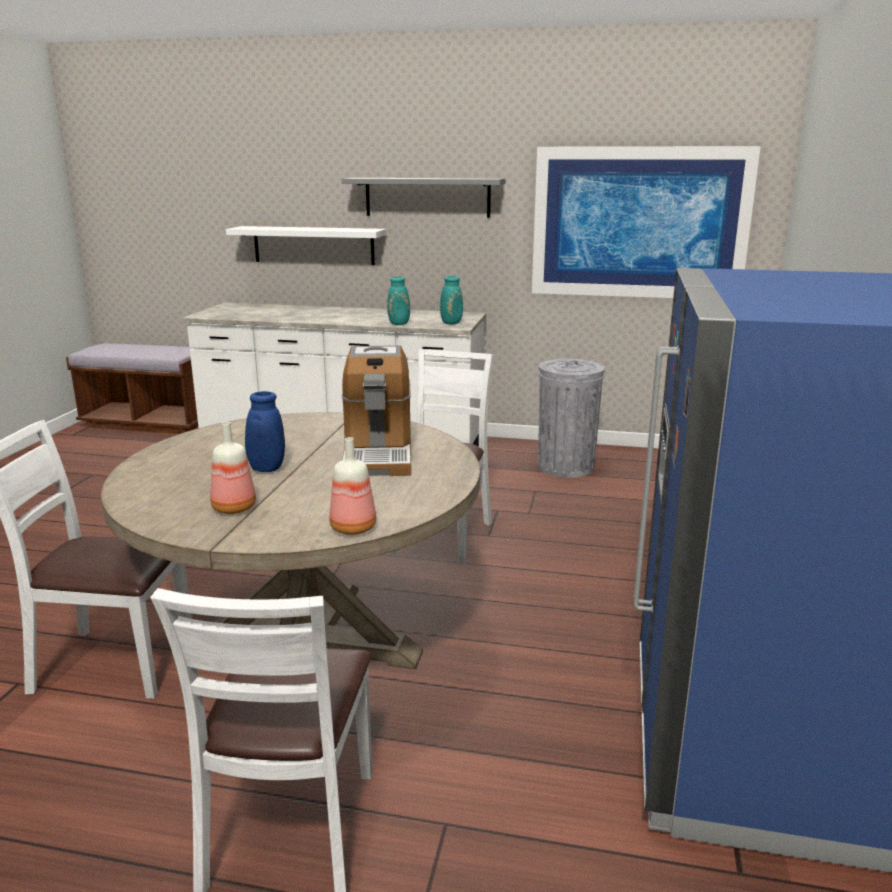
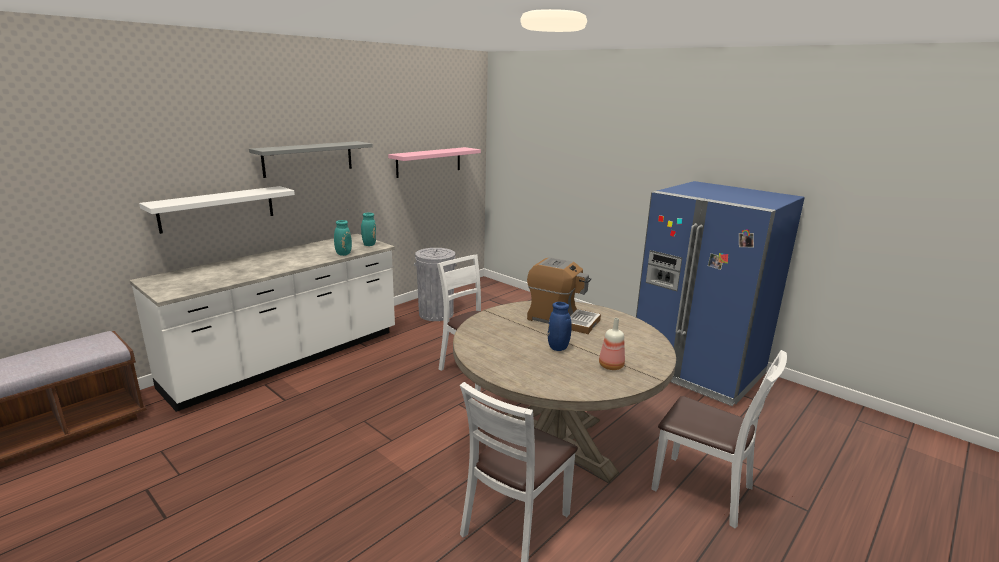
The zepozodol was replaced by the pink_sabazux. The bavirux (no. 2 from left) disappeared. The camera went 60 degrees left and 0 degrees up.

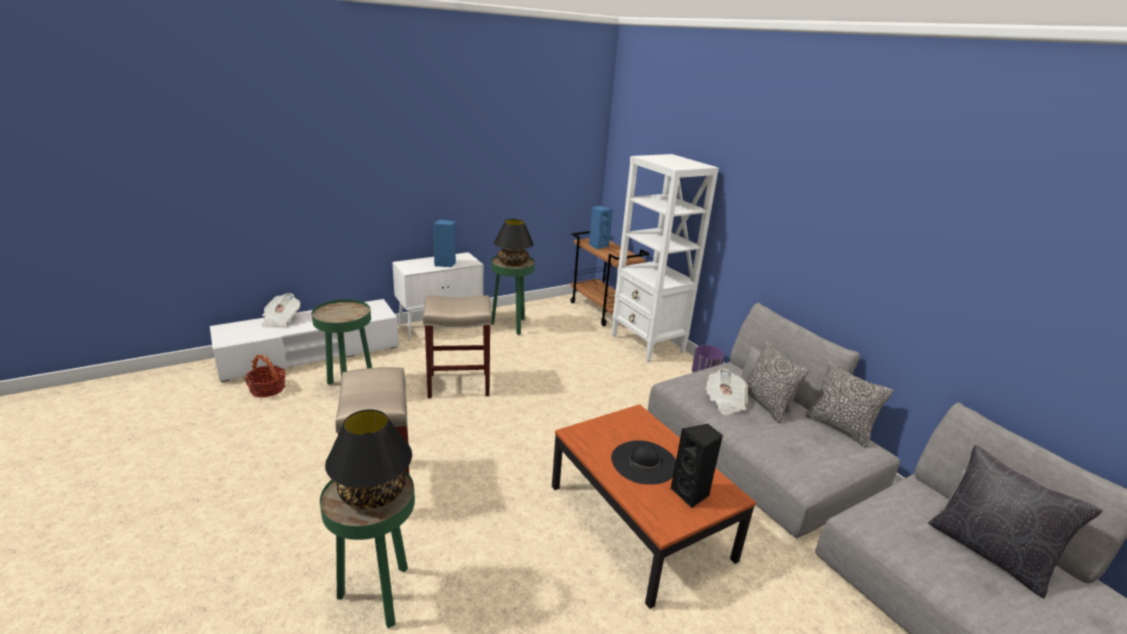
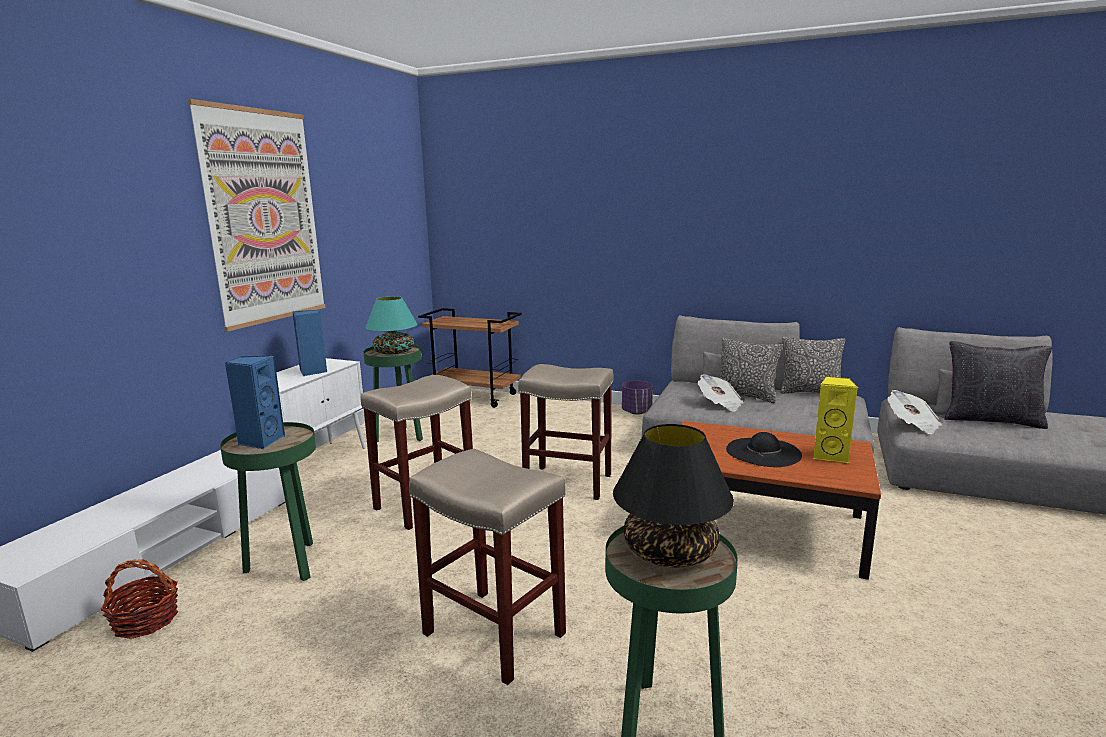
The zepozodol appeared. The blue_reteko (no. 2 from left in the first image) moved. The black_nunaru (no. 2 from left) became the turquoise_nunaru. The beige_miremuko (no. 3 from left) appeared. The black_reteko became the yellow_reteko. The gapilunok (no. 1 from left in the first image) moved. The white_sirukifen disappeared. The camera went 35 degrees left and 10 degrees down.

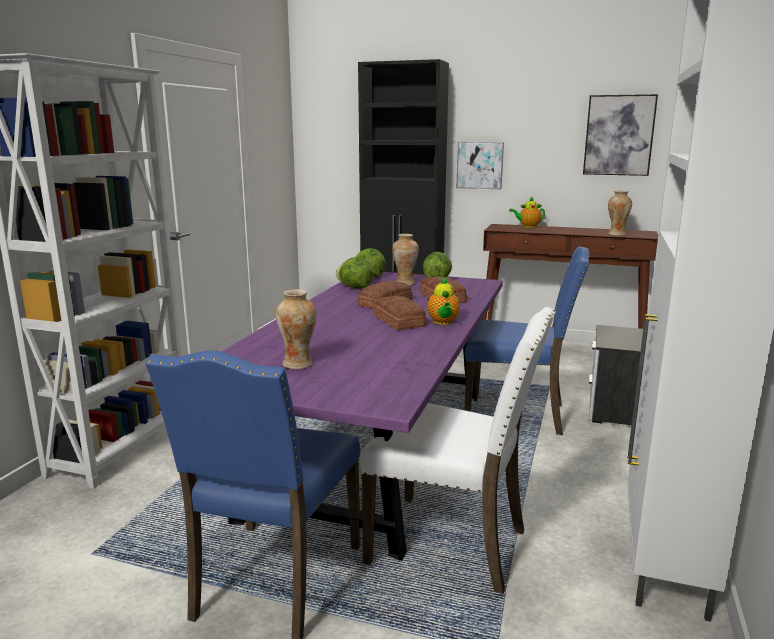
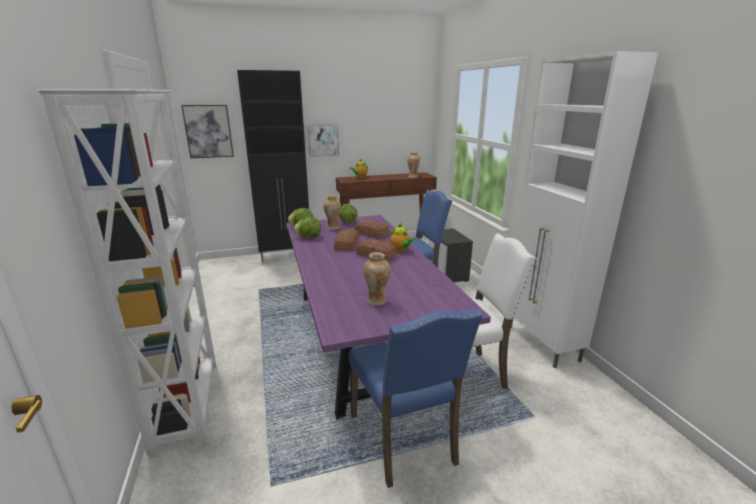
The zepozodol (no. 2 from left in the first image) moved. The camera went 35 degrees left and 5 degrees up.

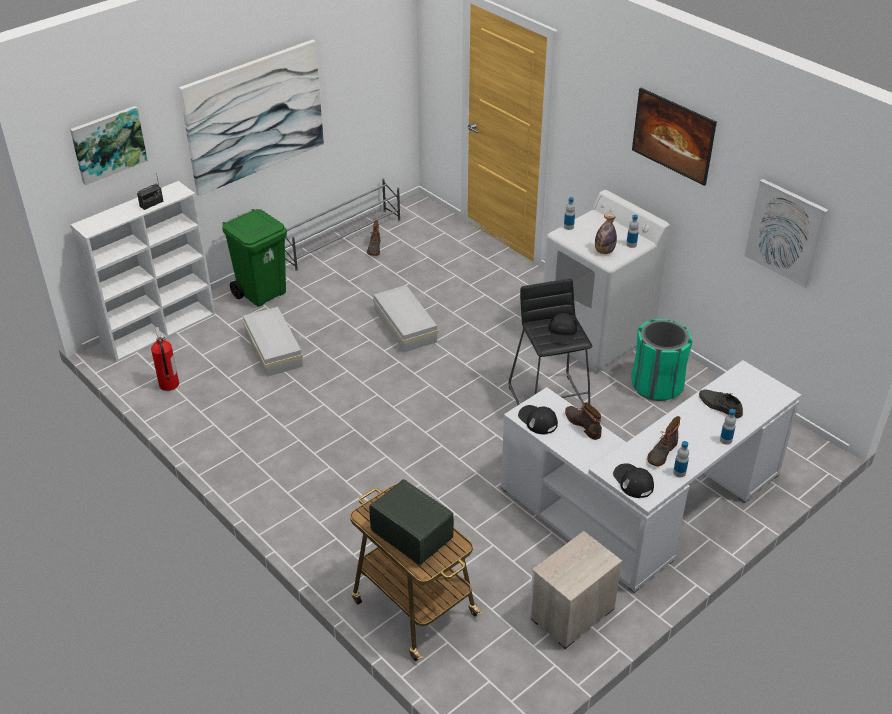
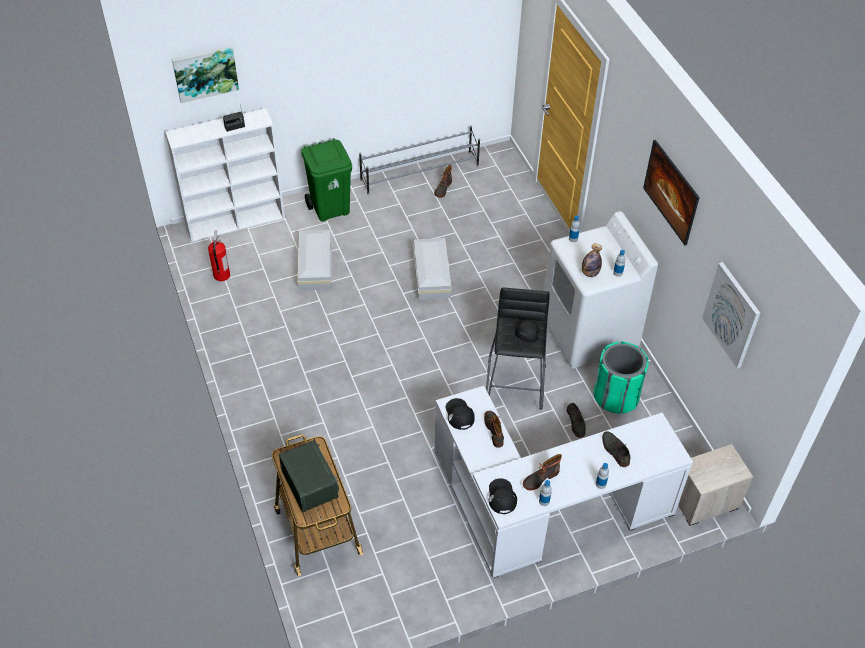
The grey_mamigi (no. 1 from left) appeared. The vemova moved. The zepozodol (no. 2 from left) disappeared. The camera went 20 degrees right and 10 degrees up.

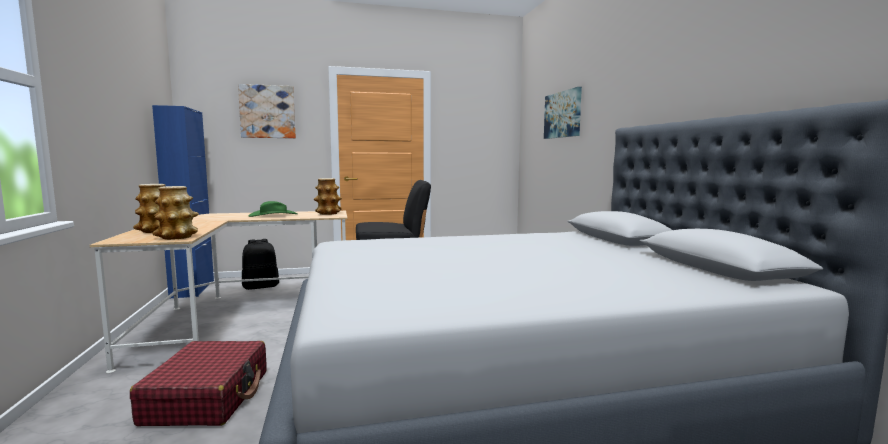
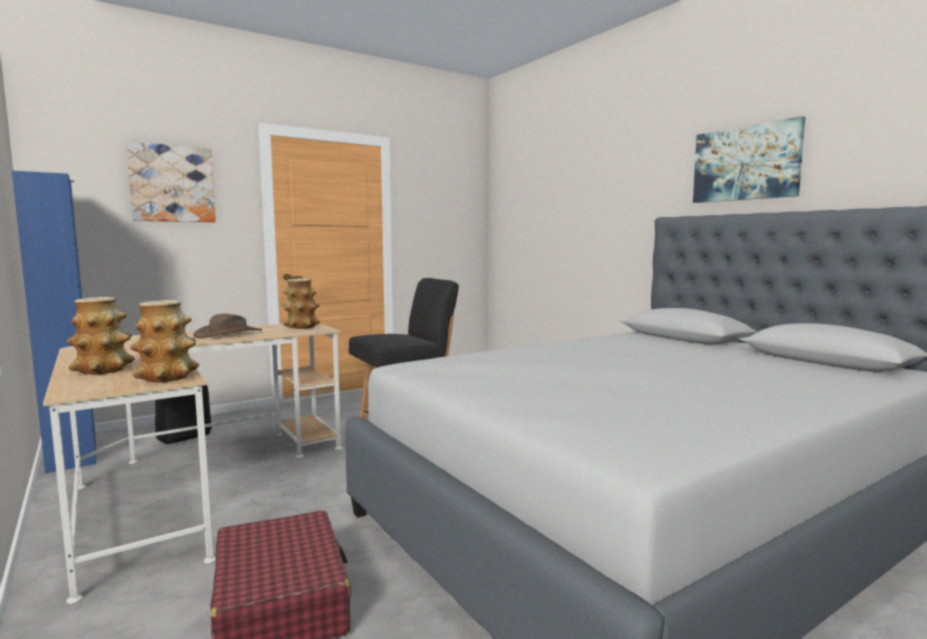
The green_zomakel became the brown_zomakel. The zepozodol (no. 2 from left) moved. The camera went 20 degrees left and 0 degrees up.

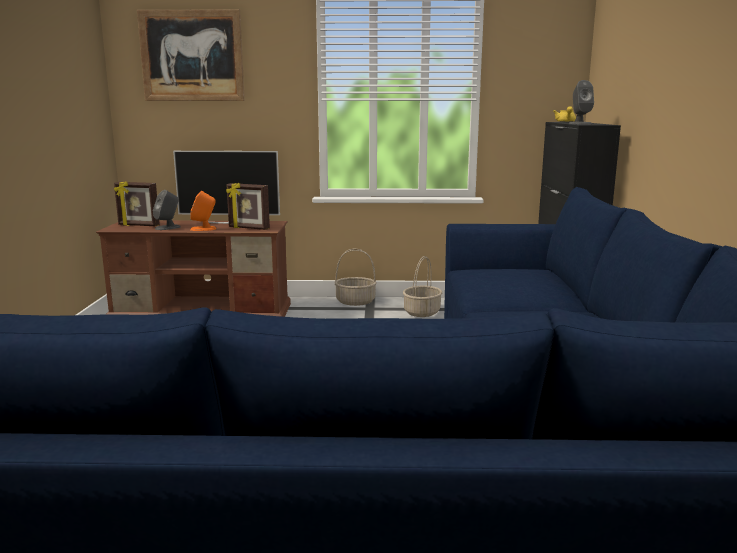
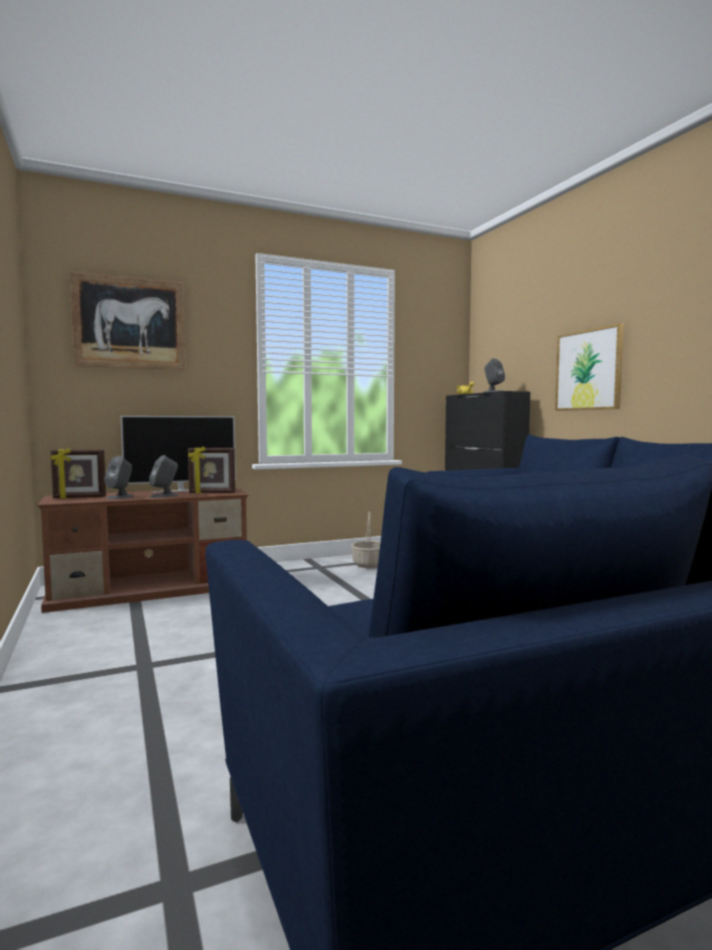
The orange_reteko became the grey_reteko (no. 2 from left). The zepozodol (no. 2 from left) appeared. The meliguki (no. 1 from left) disappeared. The camera went 25 degrees left and 10 degrees down.

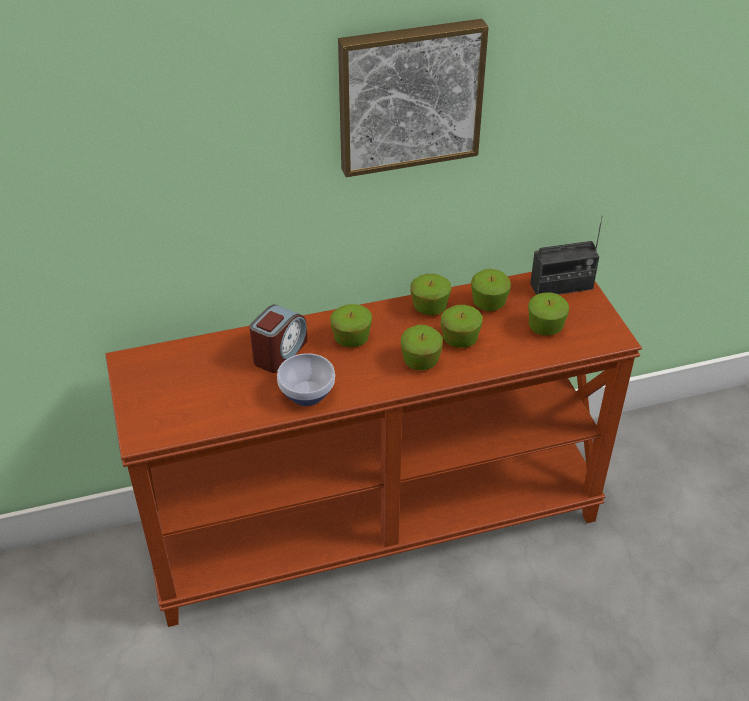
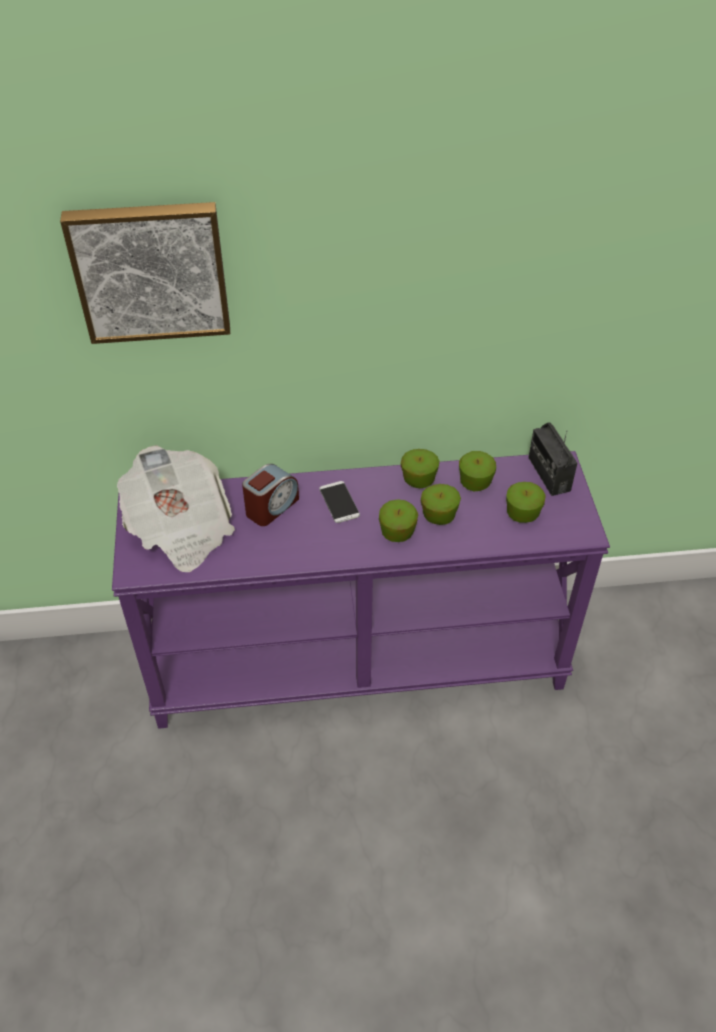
The zepozodol moved. The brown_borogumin became the purple_borogumin. The gapilunok appeared. The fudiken (no. 1 from left) was replaced by the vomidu. The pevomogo turned 75 degrees clockwise. The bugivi disappeared. The camera went 10 degrees right and 5 degrees up.

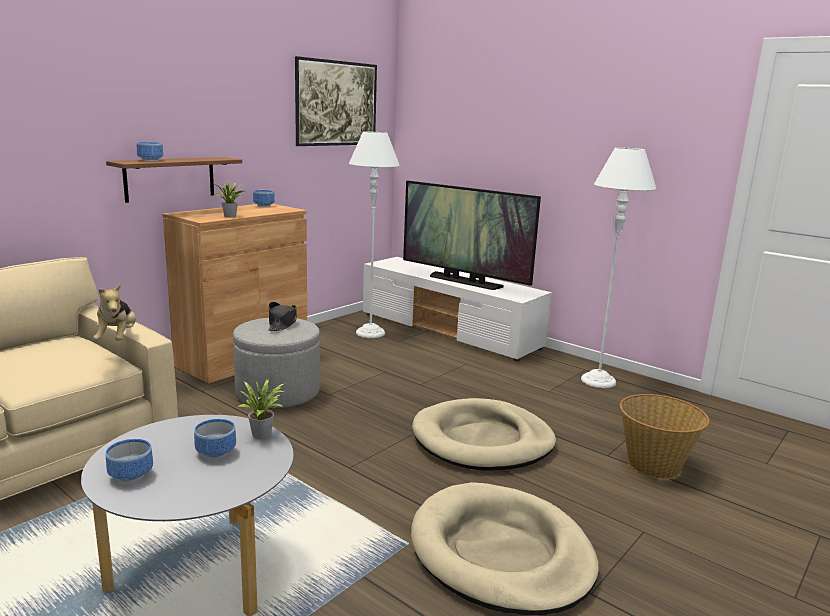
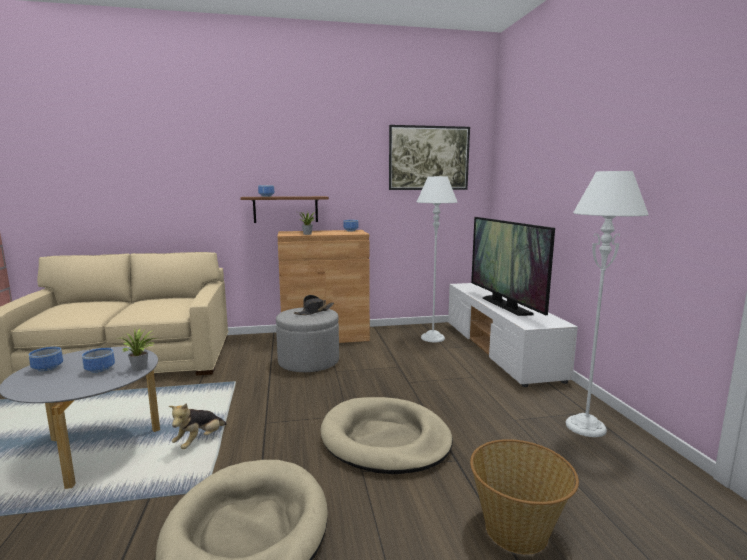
The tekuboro moved. The camera went 40 degrees right and 5 degrees down.

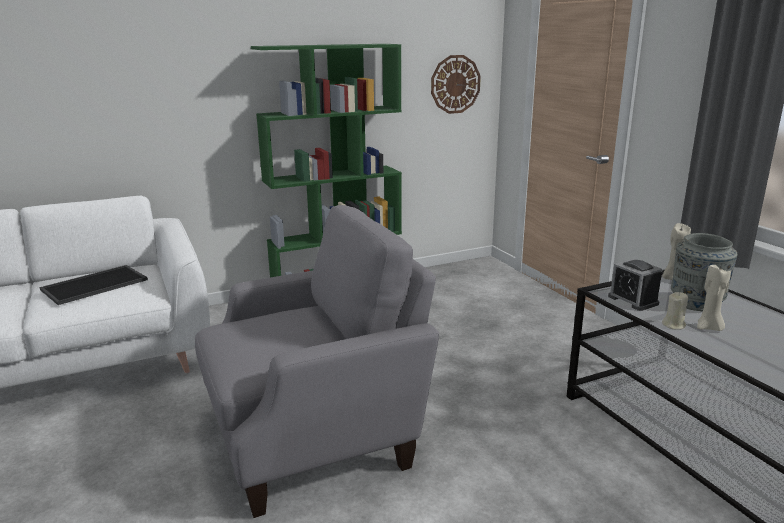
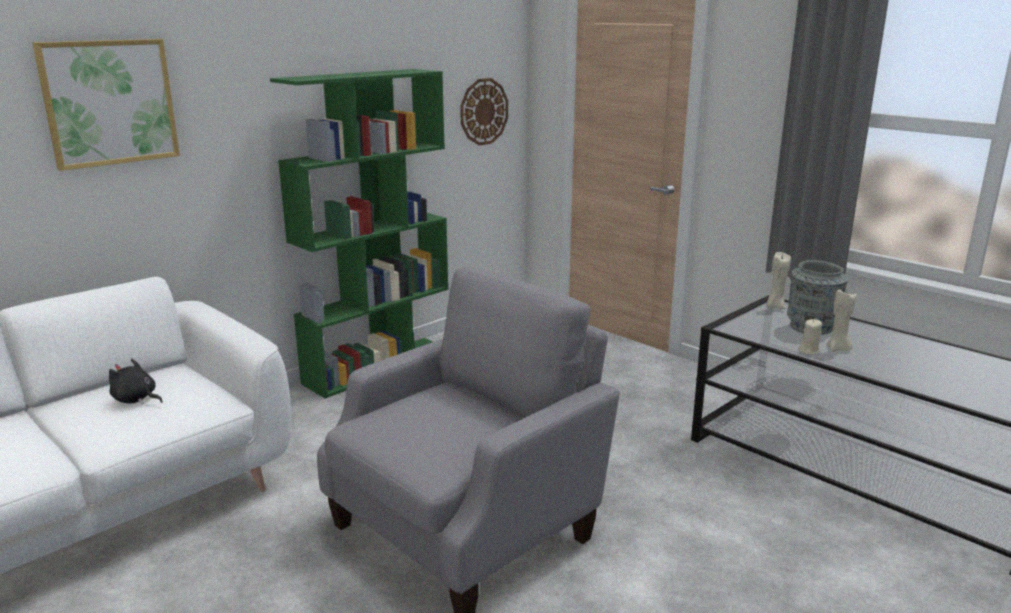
The zepozodol appeared. The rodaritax was replaced by the black_tekuboro. The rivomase disappeared. The camera went 20 degrees left and 0 degrees up.

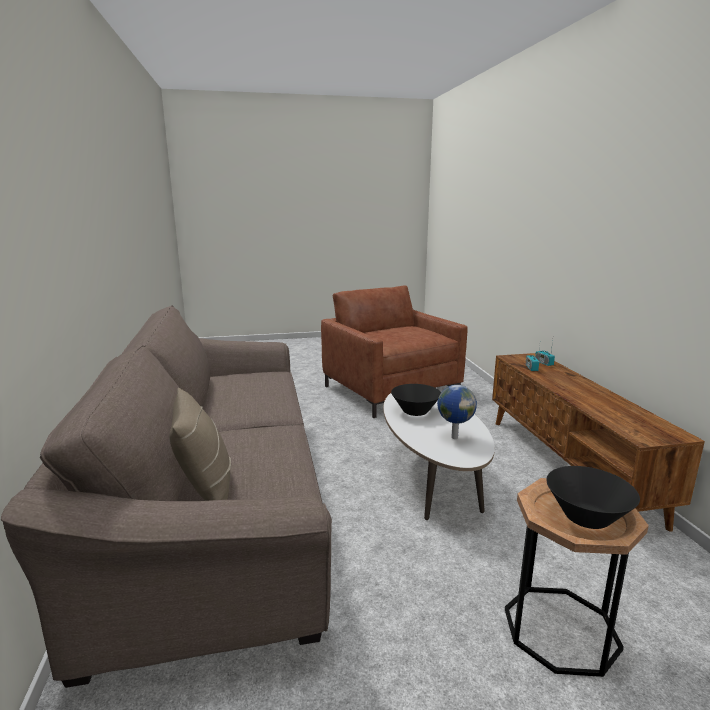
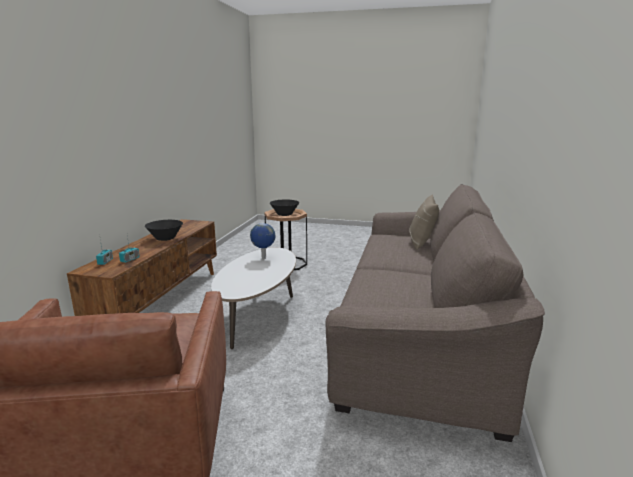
The black_bugivi (no. 1 from left) moved. The camera went 155 degrees left and 0 degrees up.

